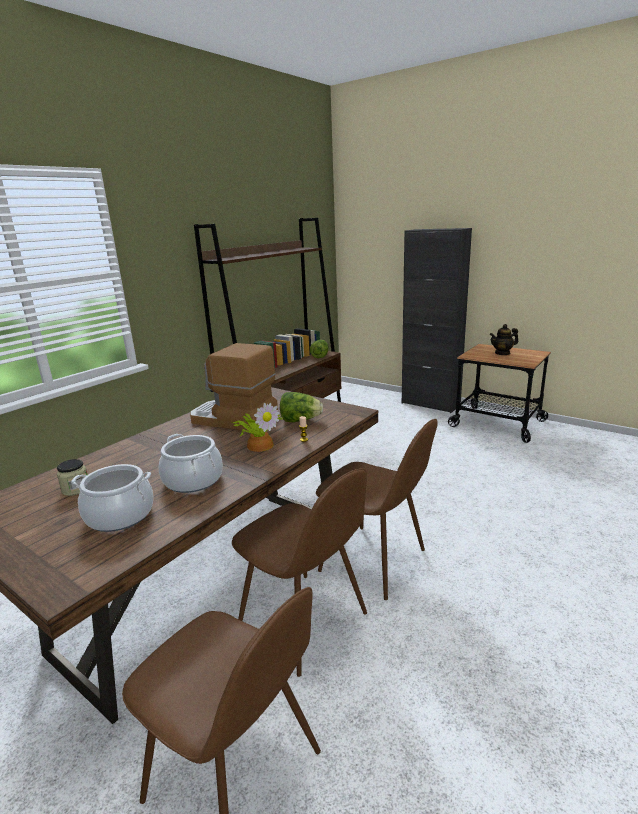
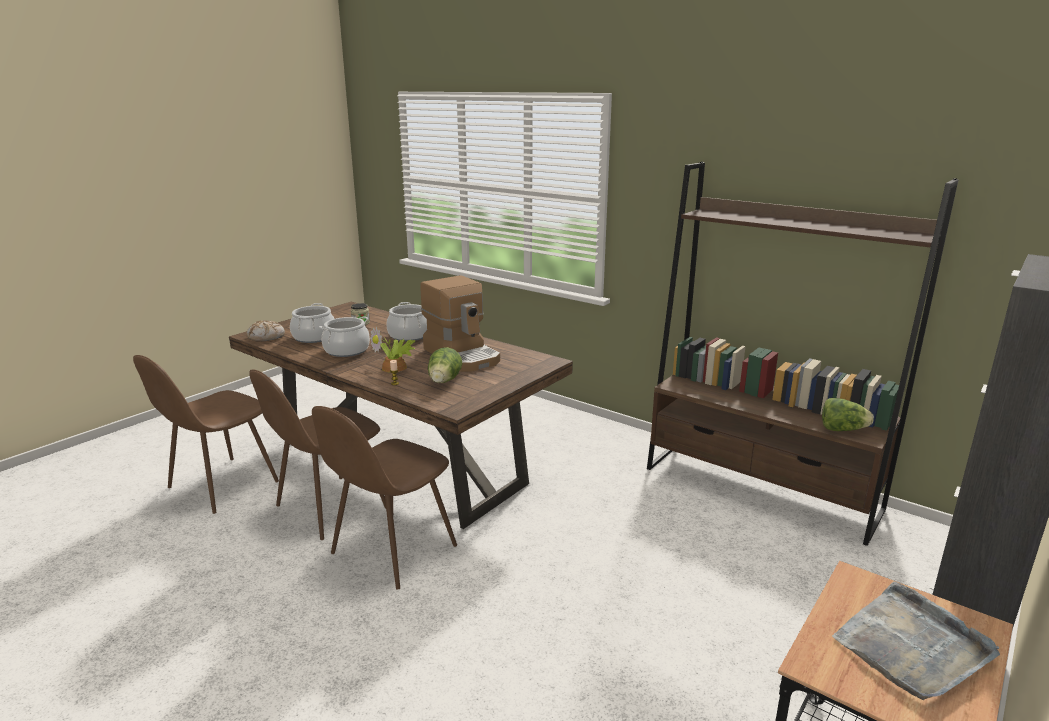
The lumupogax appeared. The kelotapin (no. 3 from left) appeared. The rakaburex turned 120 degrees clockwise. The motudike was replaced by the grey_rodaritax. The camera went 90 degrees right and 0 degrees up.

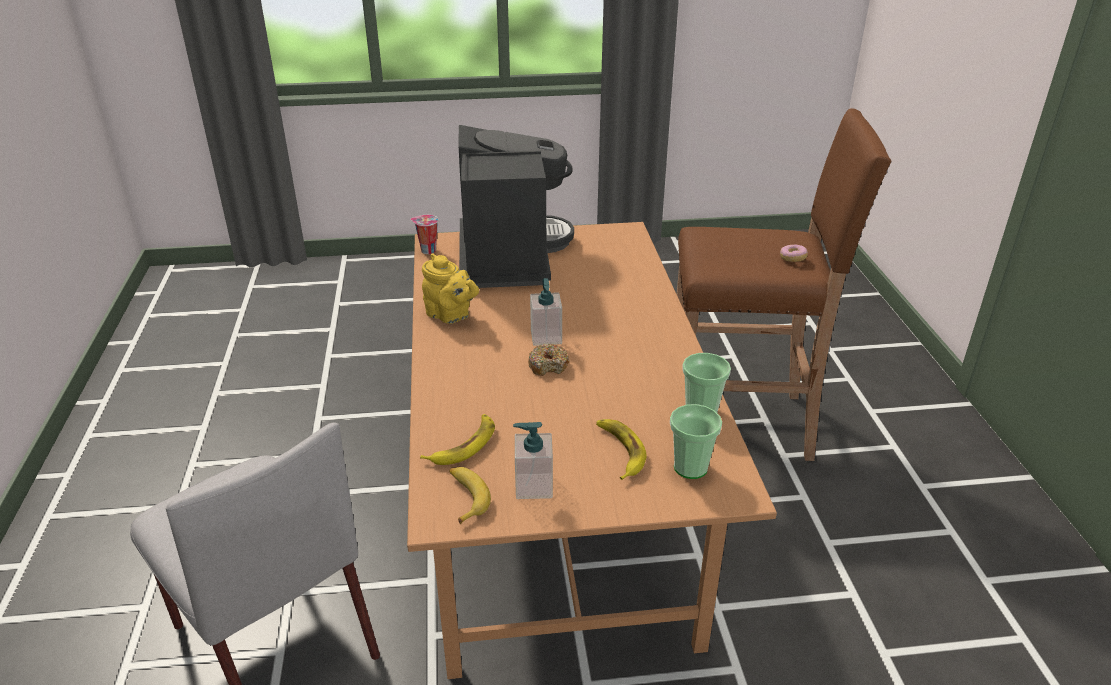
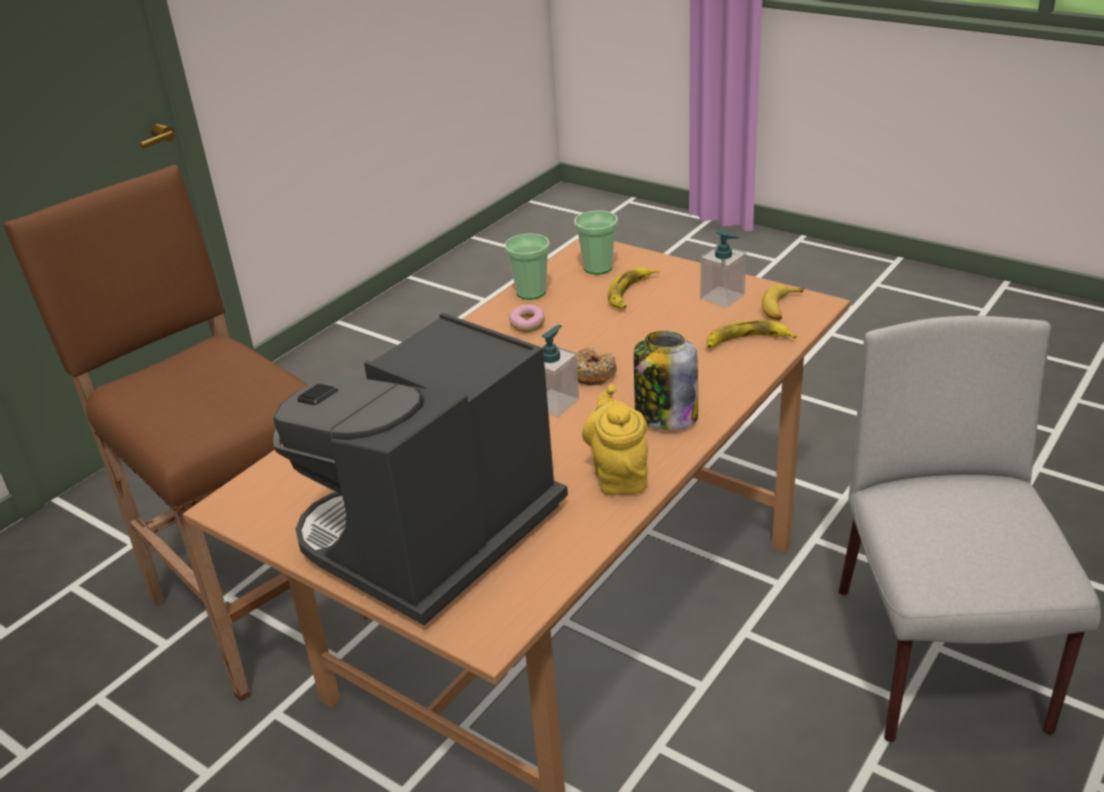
The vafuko (no. 2 from left in the first image) moved. The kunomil appeared. The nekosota (no. 1 from left) disappeared. The camera went 135 degrees left and 0 degrees up.

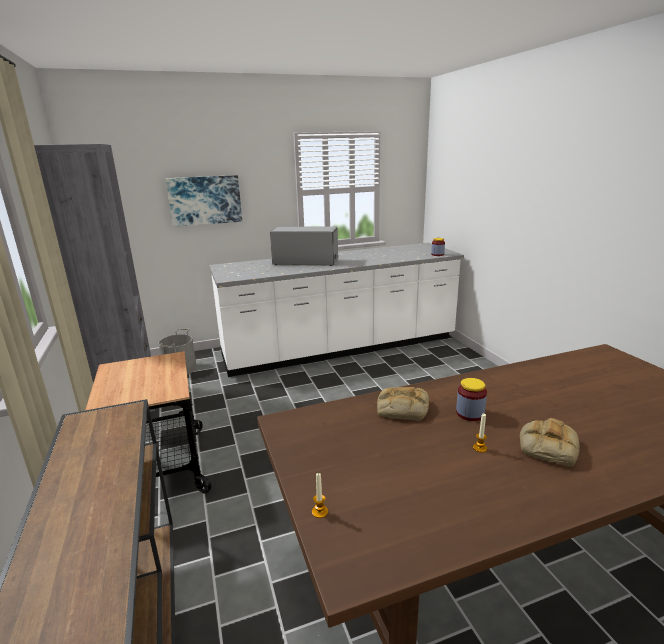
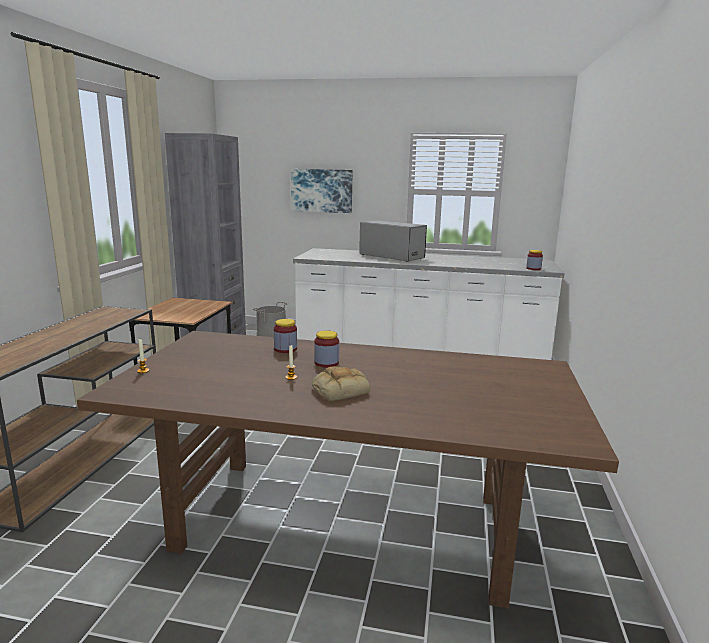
The lumupogax (no. 1 from left) was replaced by the kunomil (no. 1 from left). The camera went 30 degrees right and 5 degrees down.

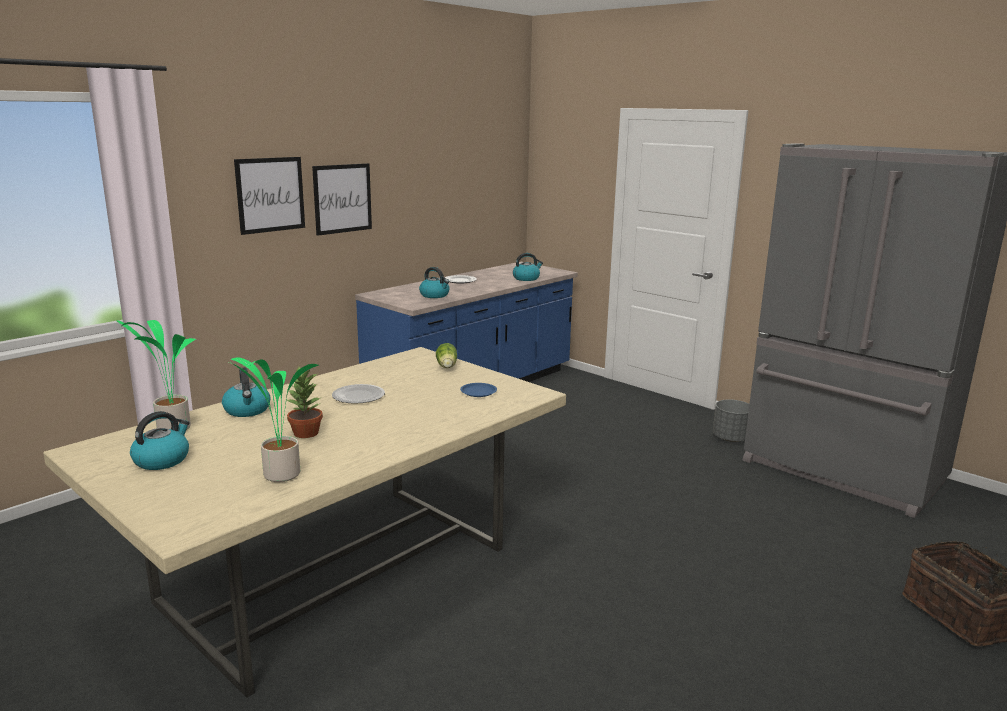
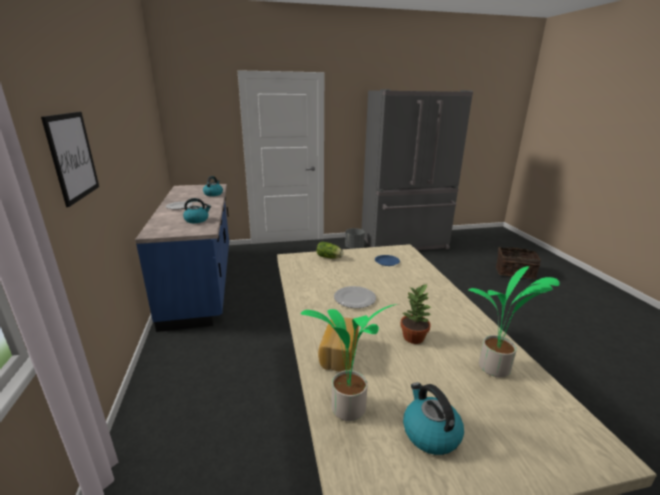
The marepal (no. 2 from left) was replaced by the lumupogax. The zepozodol (no. 2 from left) disappeared. The camera went 55 degrees left and 5 degrees up.

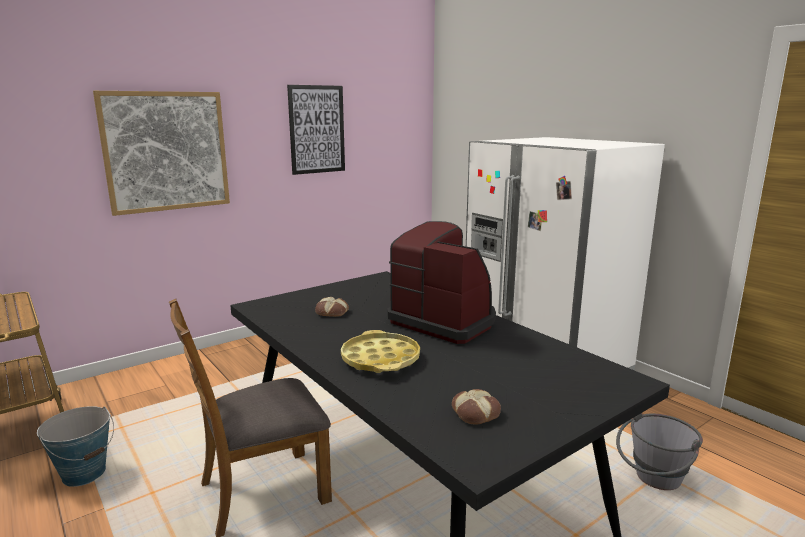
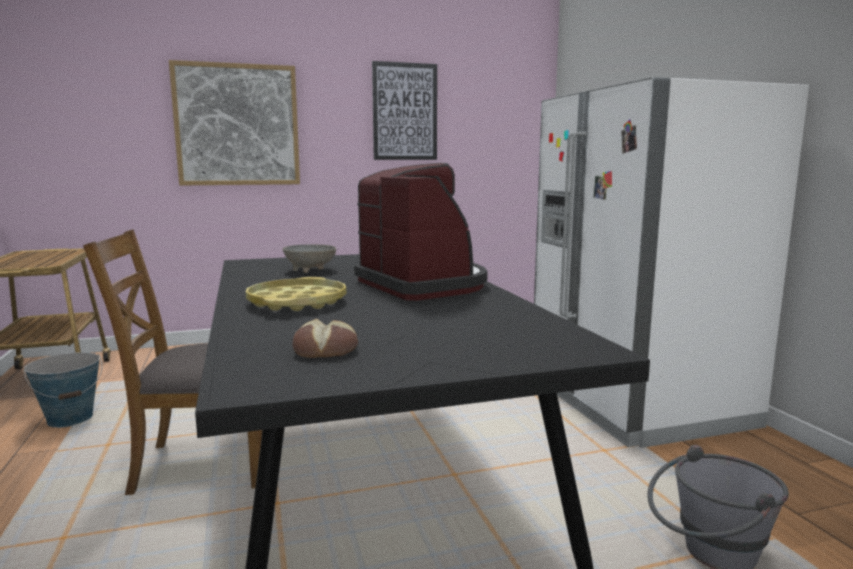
The lumupogax (no. 1 from left) was replaced by the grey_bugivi. The camera went 20 degrees right and 5 degrees down.

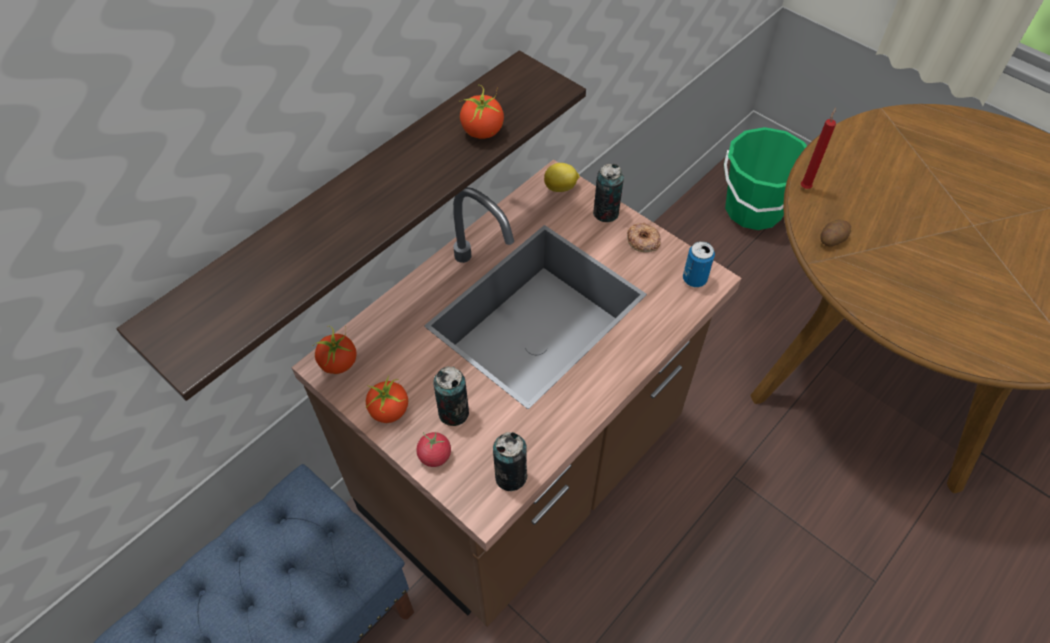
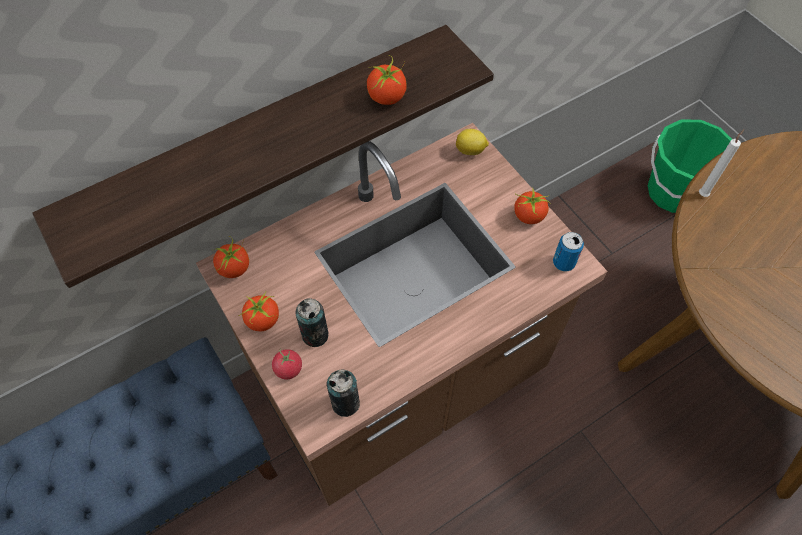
The vafuko was replaced by the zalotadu (no. 5 from left). The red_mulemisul became the white_mulemisul. The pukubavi (no. 3 from left) disappeared. The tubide disappeared. The camera went 15 degrees right and 5 degrees up.

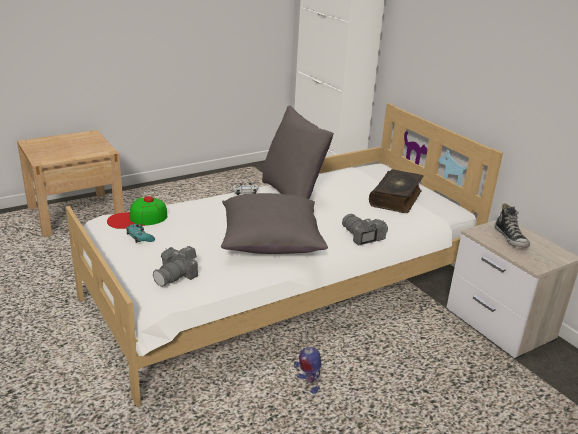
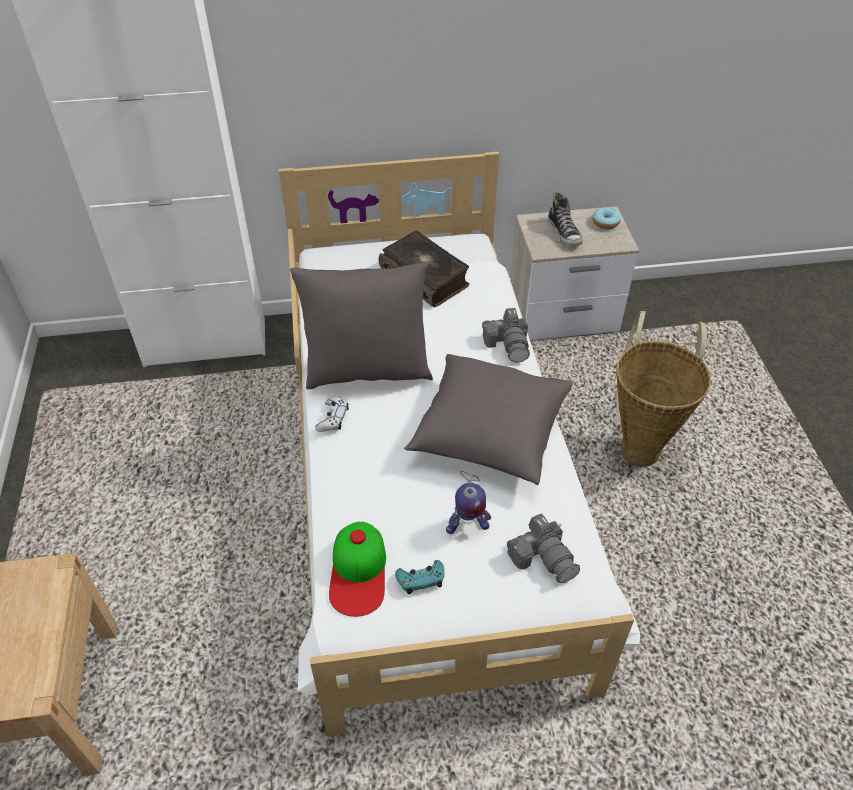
The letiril moved. The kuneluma (no. 2 from left in the first image) turned 90 degrees counterclockwise. The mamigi turned 60 degrees clockwise. The vafuko appeared. The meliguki appeared. The camera went 65 degrees left and 20 degrees up.

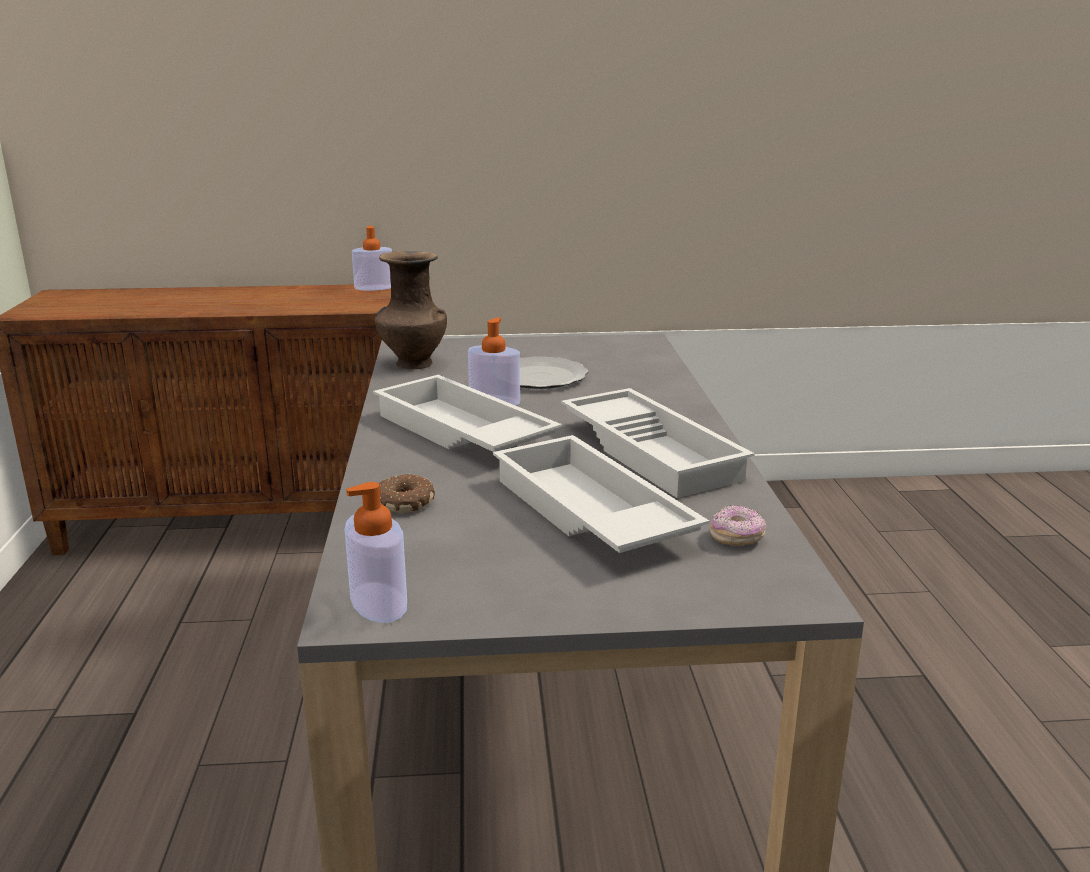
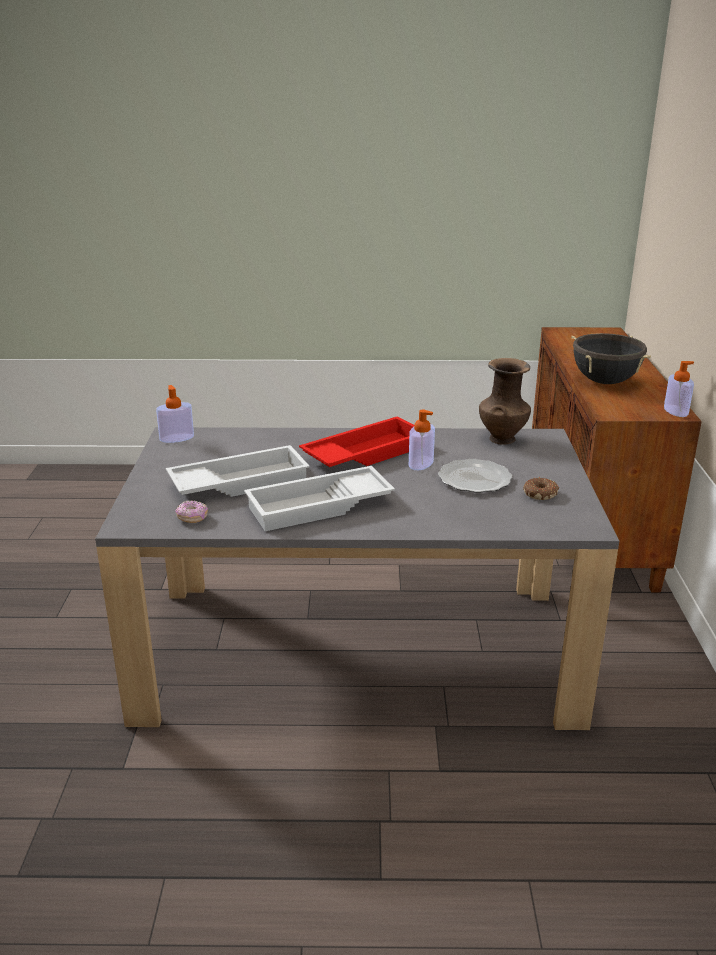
The white_rodaritax (no. 1 from left) became the red_rodaritax. The vafuko (no. 1 from left in the first image) moved. The black_kelotapin appeared. The camera went 95 degrees right and 5 degrees up.

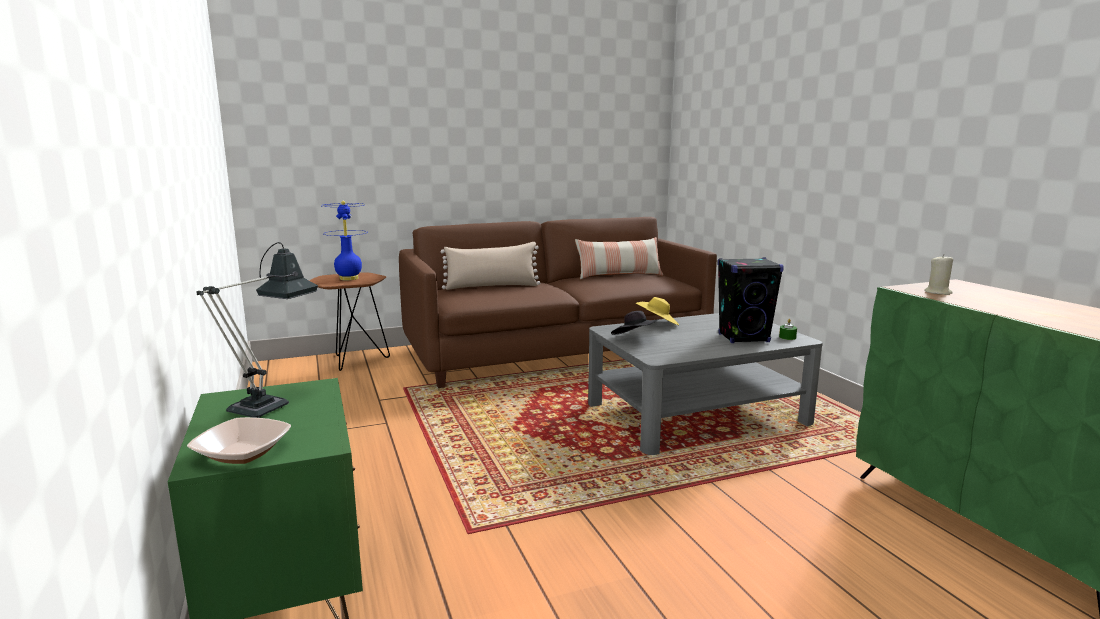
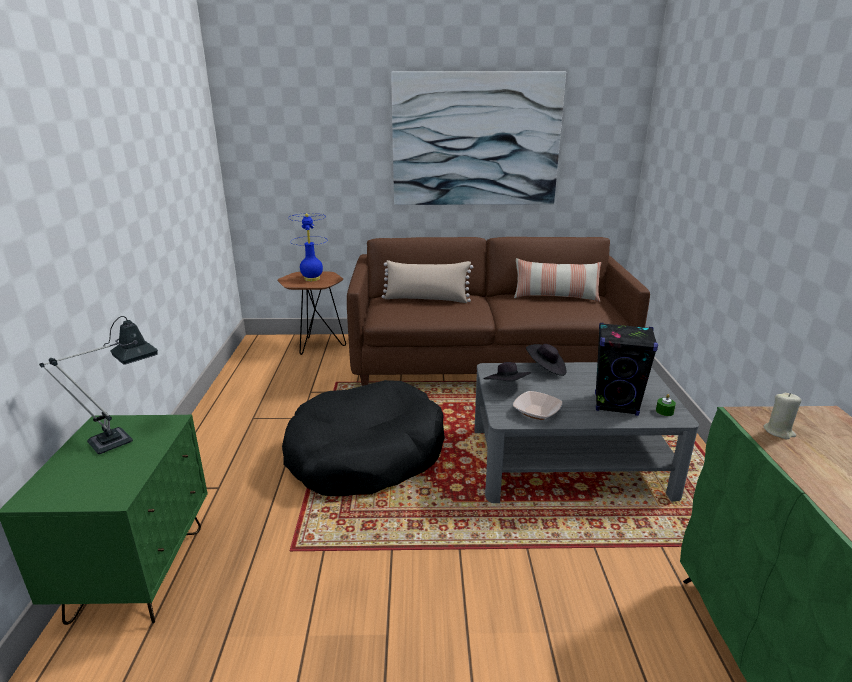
The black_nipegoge appeared. The zepozodol appeared. The bugivi moved. The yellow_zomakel became the black_zomakel (no. 2 from left). The camera went 20 degrees right and 10 degrees up.

